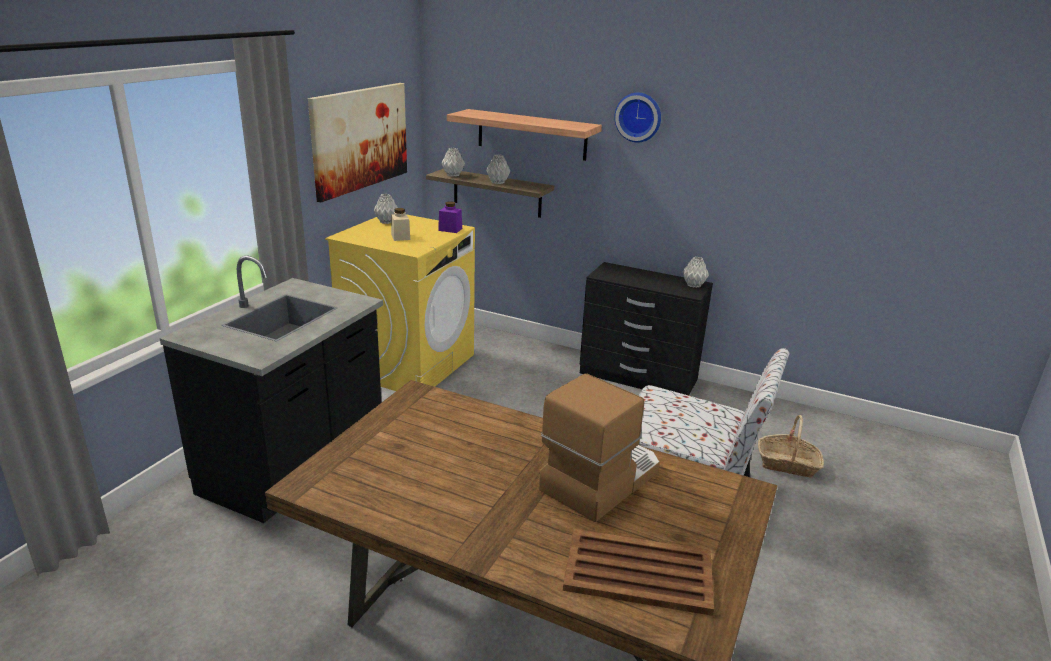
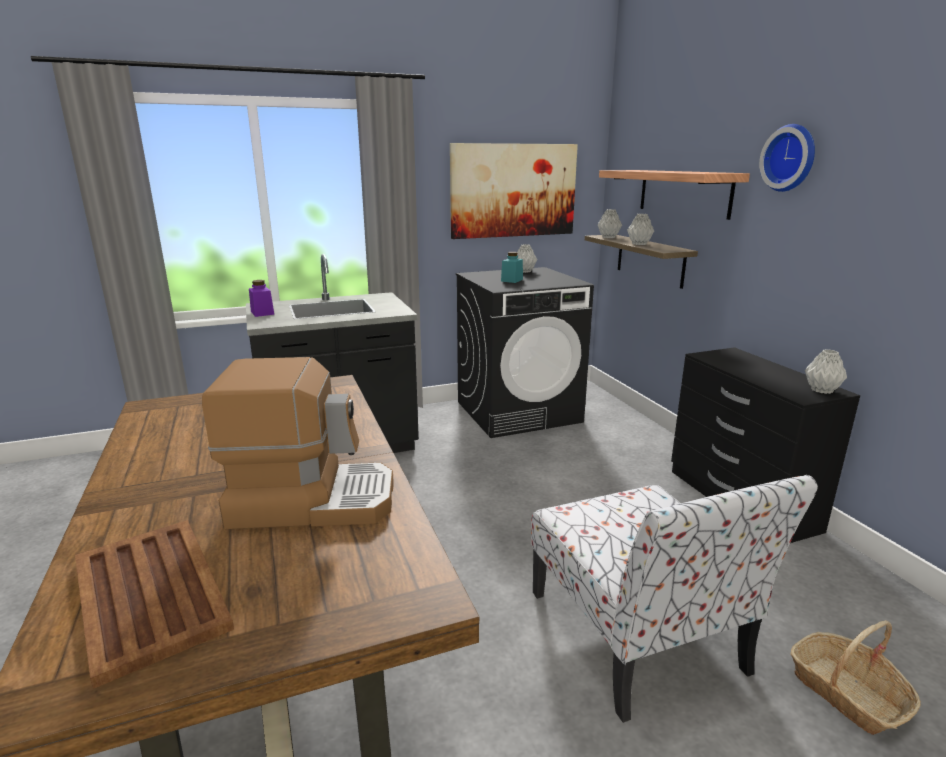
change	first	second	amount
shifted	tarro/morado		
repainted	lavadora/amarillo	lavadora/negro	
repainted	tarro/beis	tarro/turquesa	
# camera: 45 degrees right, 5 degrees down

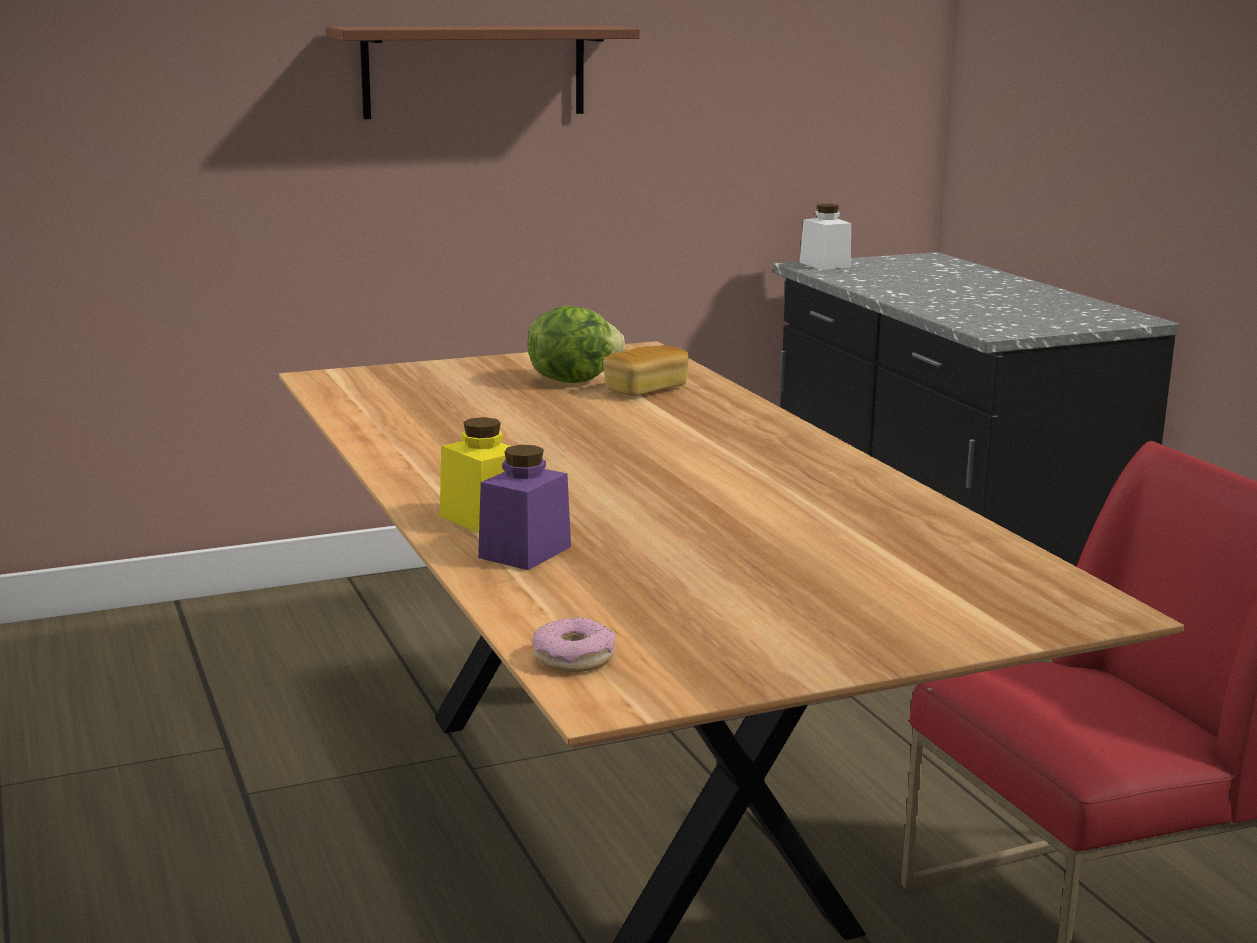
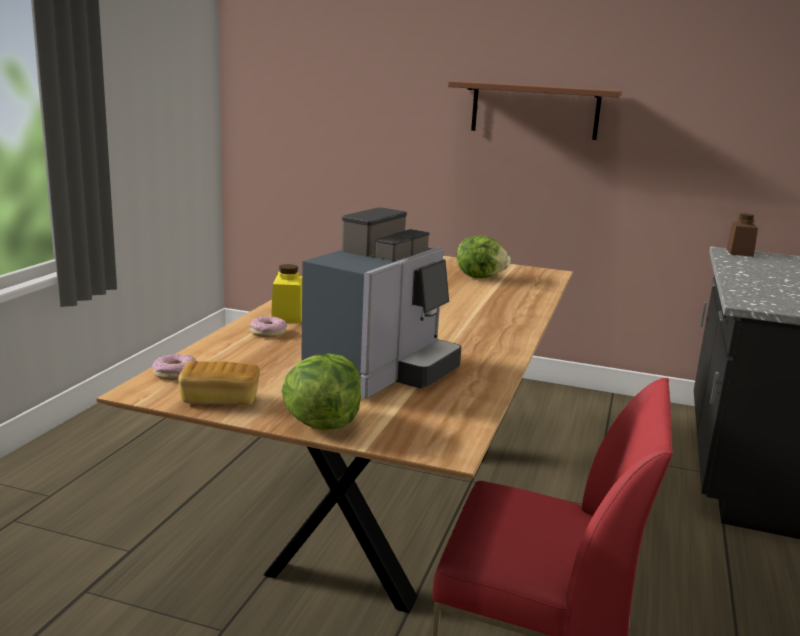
change	first	second	amount
shifted	pan		
swapped	tarro/morado	rosquilla (no. 2 from left)	
new		lechuga (no. 1 from left)	
new		cafetera	
repainted	tarro/blanco	tarro/marrón	
# camera: 40 degrees right, 0 degrees up

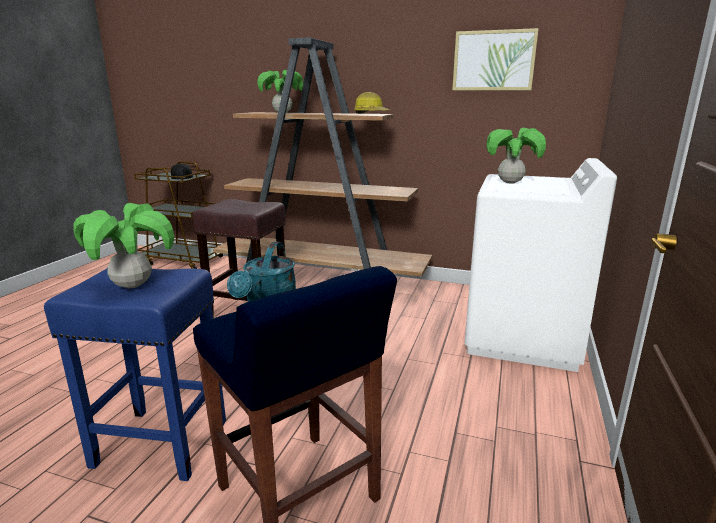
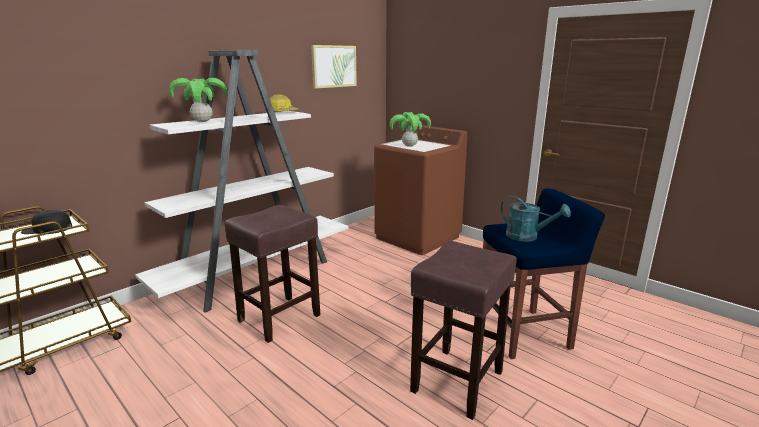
change	first	second	amount
repainted	estantería/marrón	estantería/blanco	
repainted	lavadora/blanco	lavadora/marrón	
repainted	taburete/azul (no. 1 from left)	taburete/marrón (no. 2 from left)	
gone	planta en maceta (no. 1 from left)		
# camera: 65 degrees left, 0 degrees up

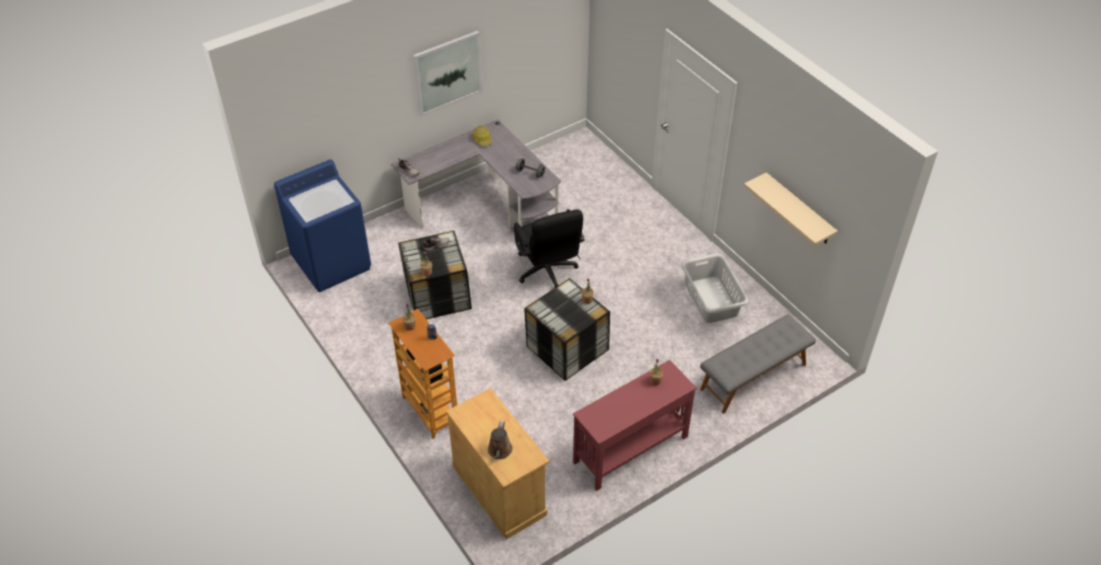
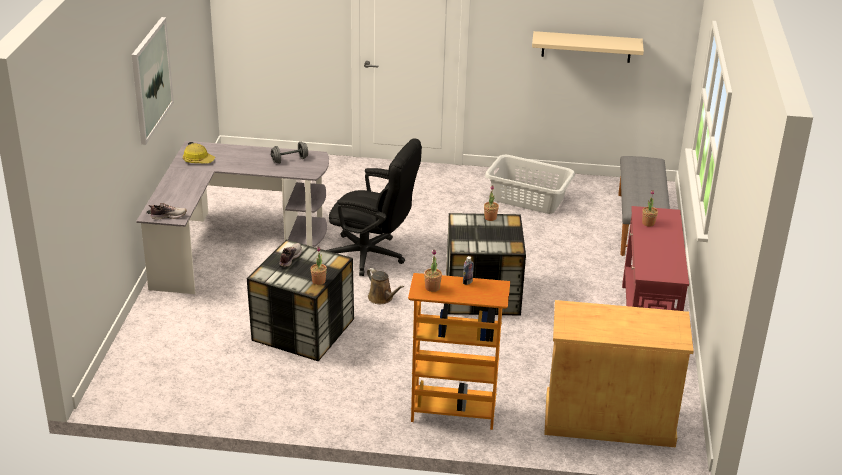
change	first	second	amount
shifted	regadera/marrón		
gone	lavadora/azul		
# camera: 50 degrees left, 15 degrees down

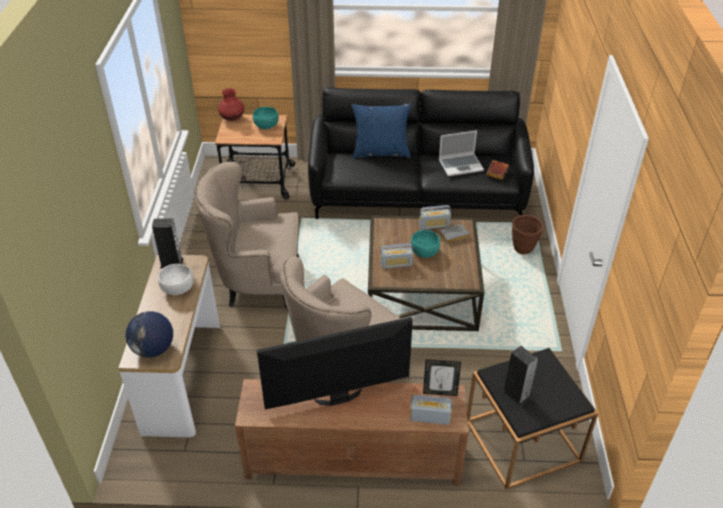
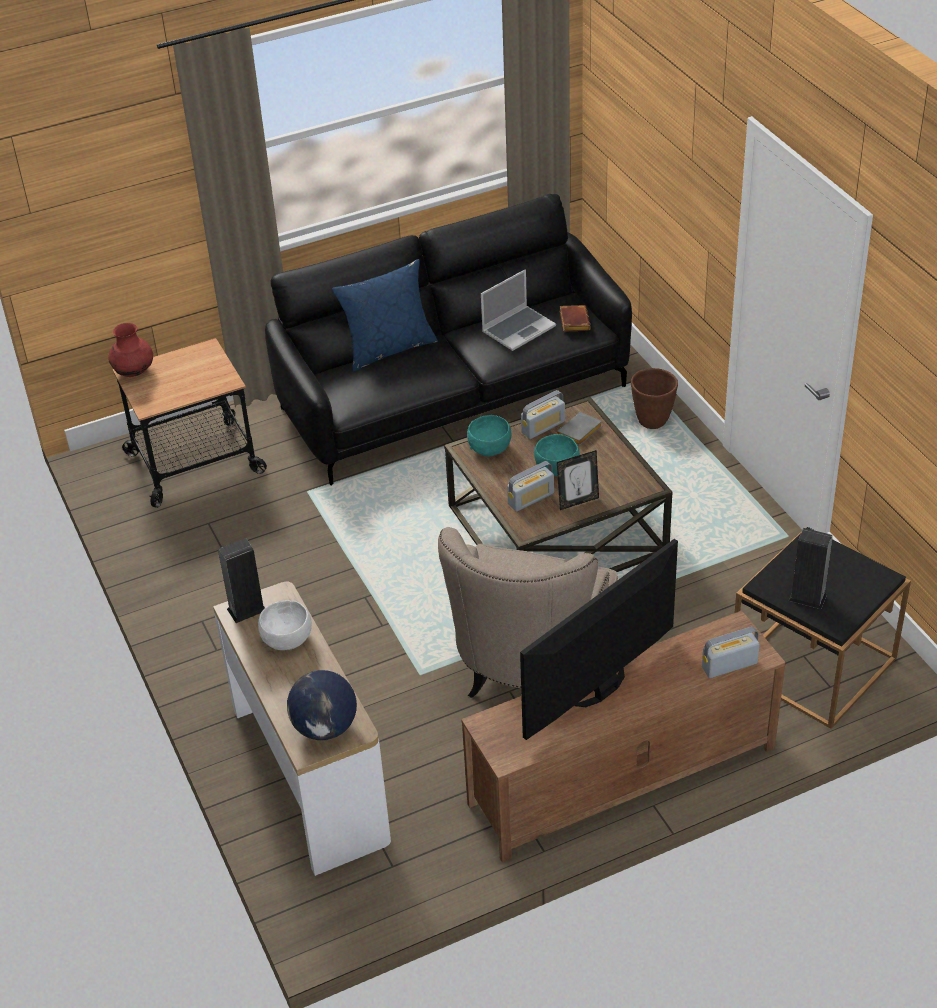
change	first	second	amount
shifted	cuenco/turquesa (no. 1 from left)		
shifted	portarretratos		
gone	sillón/beis (no. 1 from left)		
# camera: 25 degrees left, 0 degrees up

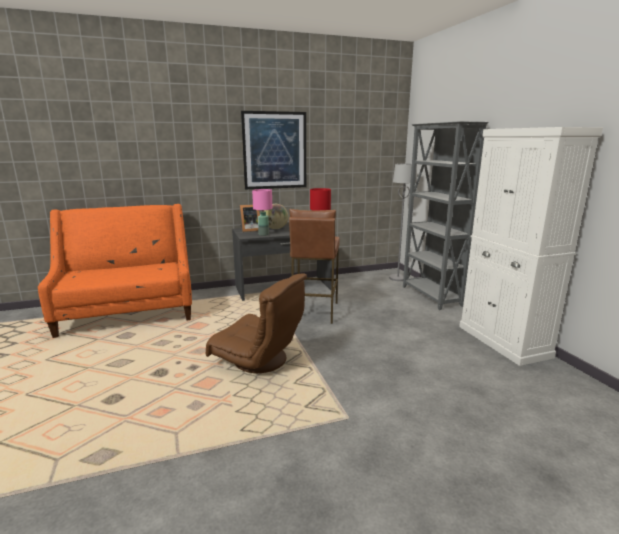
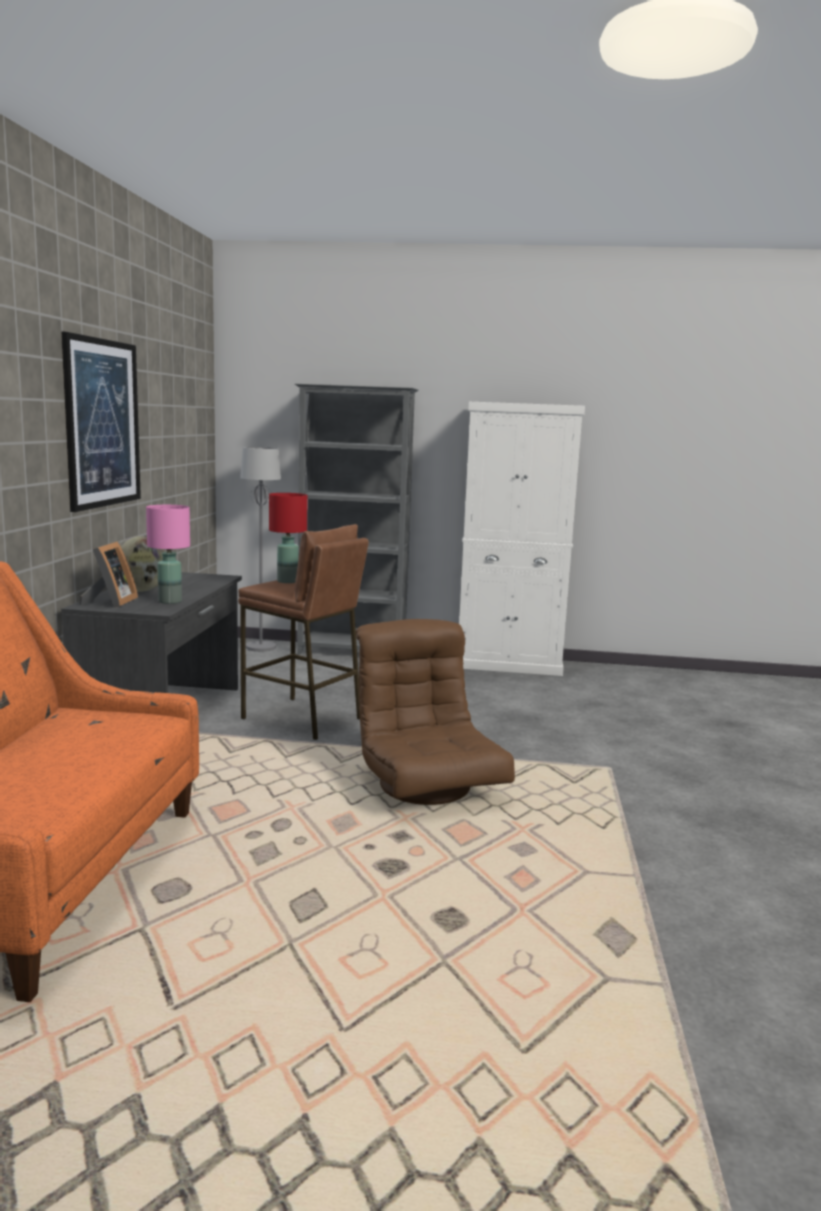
change	first	second	amount
rotated	sillón/marrón		75 degrees counterclockwise
# camera: 65 degrees left, 5 degrees down

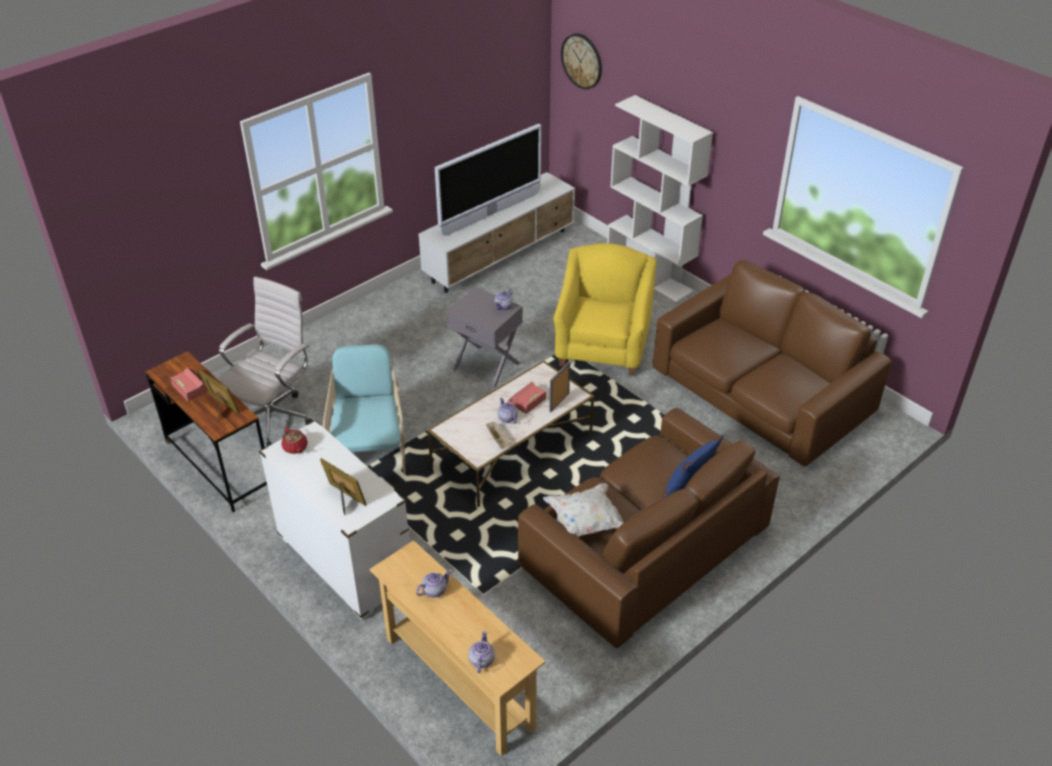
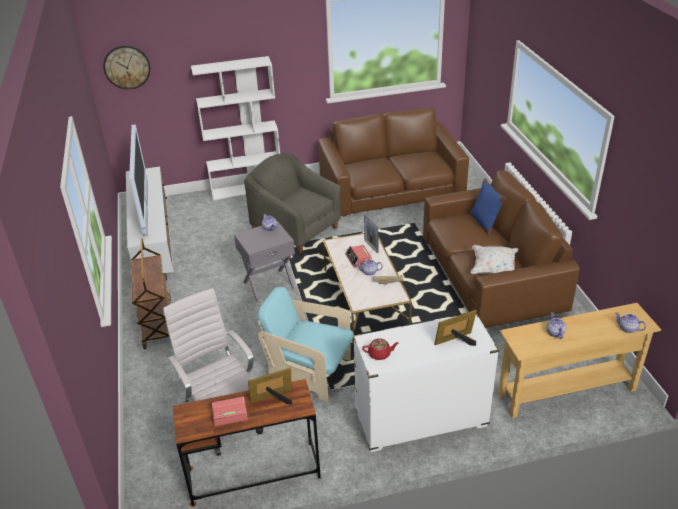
change	first	second	amount
new		carrito/marrón	
repainted	sillón/amarillo	sillón/gris	
# camera: 60 degrees left, 5 degrees down

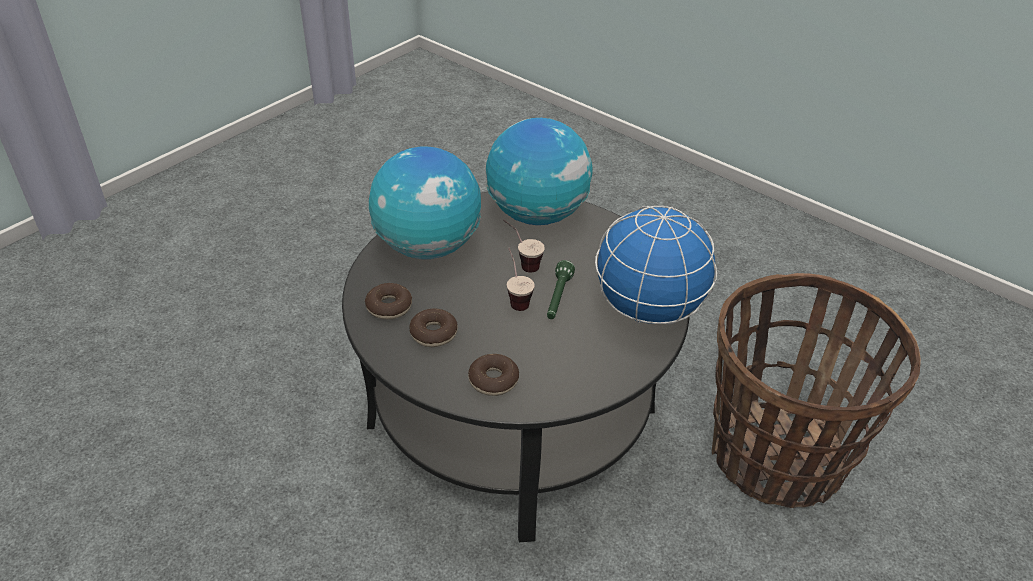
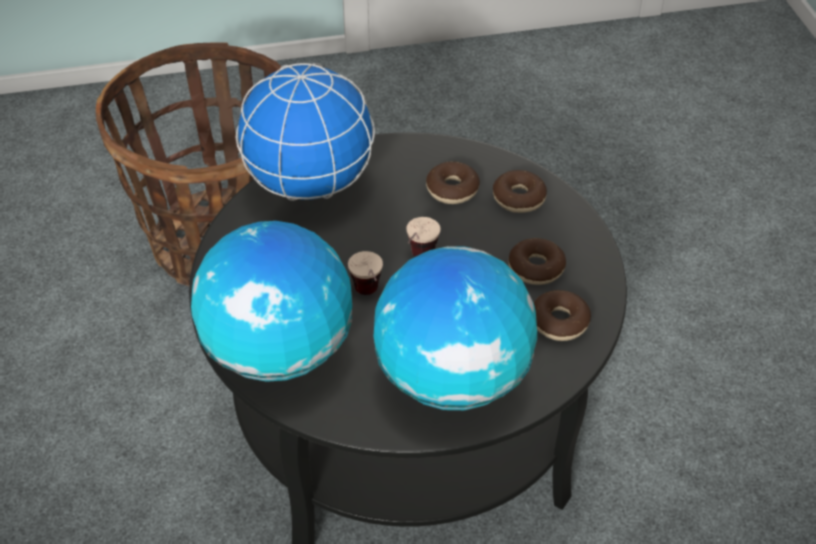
change	first	second	amount
new		rosquilla (no. 1 from left)	
gone	linterna/verde		
# camera: 140 degrees left, 5 degrees up

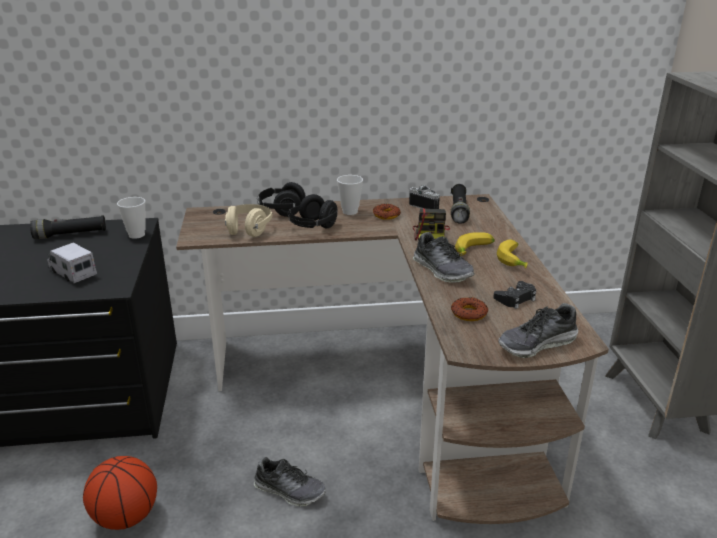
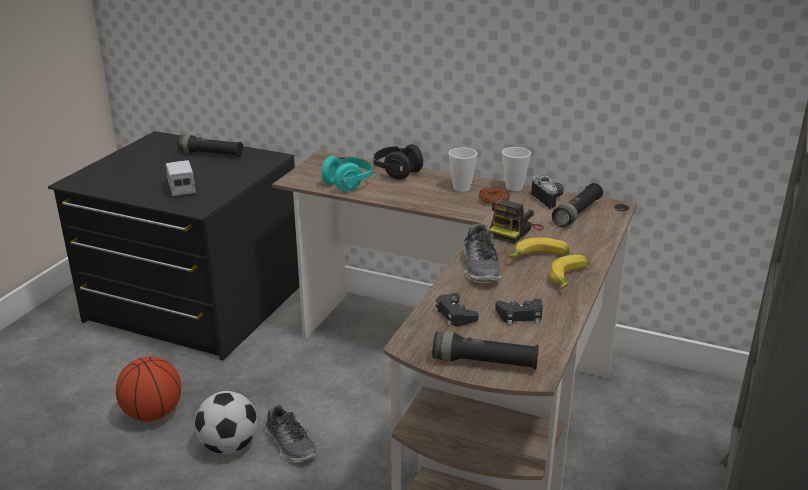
change	first	second	amount
new		balón de fútbol	
repainted	auriculares/beis	auriculares/turquesa	
swapped	zapato (no. 3 from left)	linterna/negro (no. 2 from left)	
swapped	rosquilla (no. 2 from left)	mando de consola/negro (no. 1 from left)	
shifted	taza (no. 1 from left in the first image)	taza (no. 2 from left)	
gone	auriculares/negro (no. 2 from left)		
# camera: 30 degrees right, 0 degrees up

